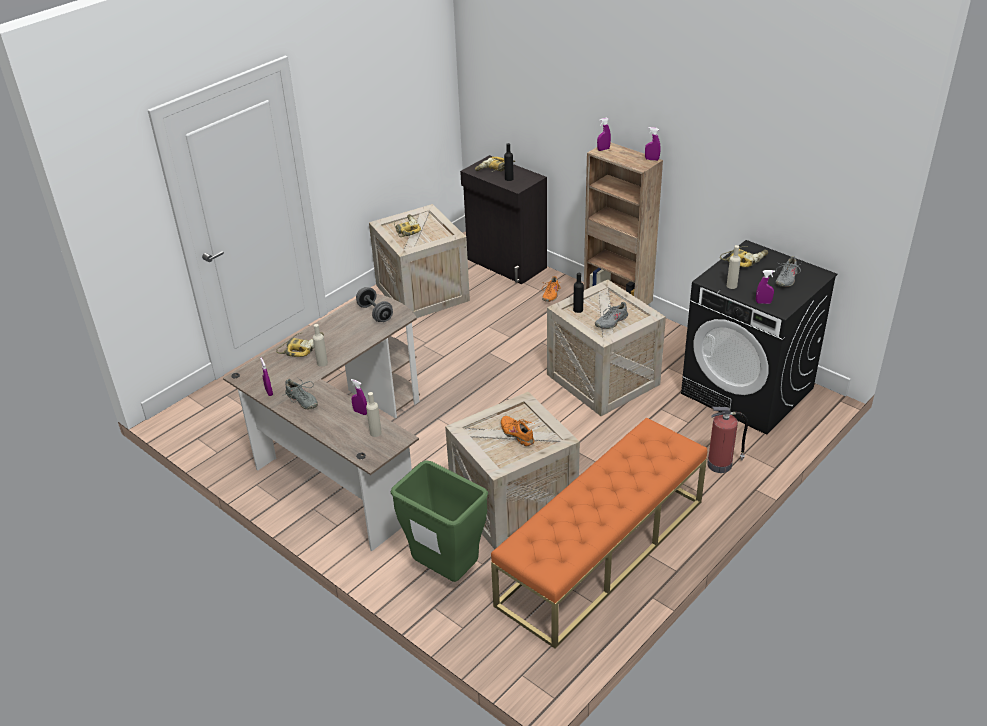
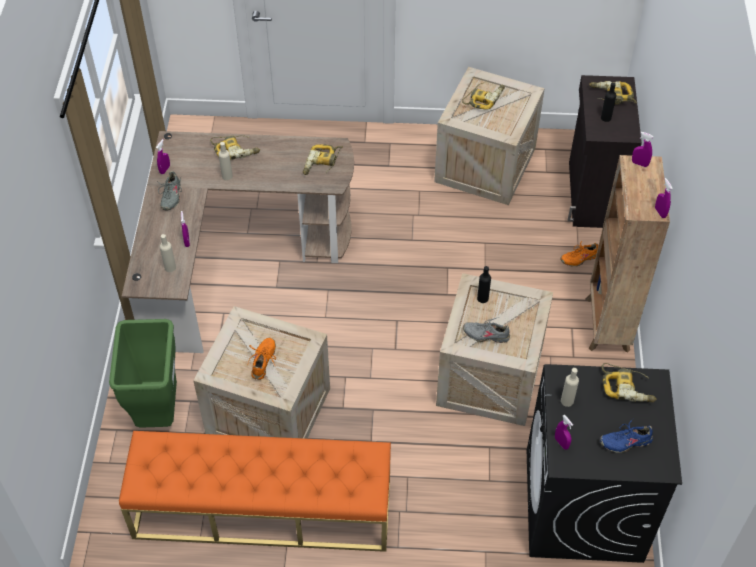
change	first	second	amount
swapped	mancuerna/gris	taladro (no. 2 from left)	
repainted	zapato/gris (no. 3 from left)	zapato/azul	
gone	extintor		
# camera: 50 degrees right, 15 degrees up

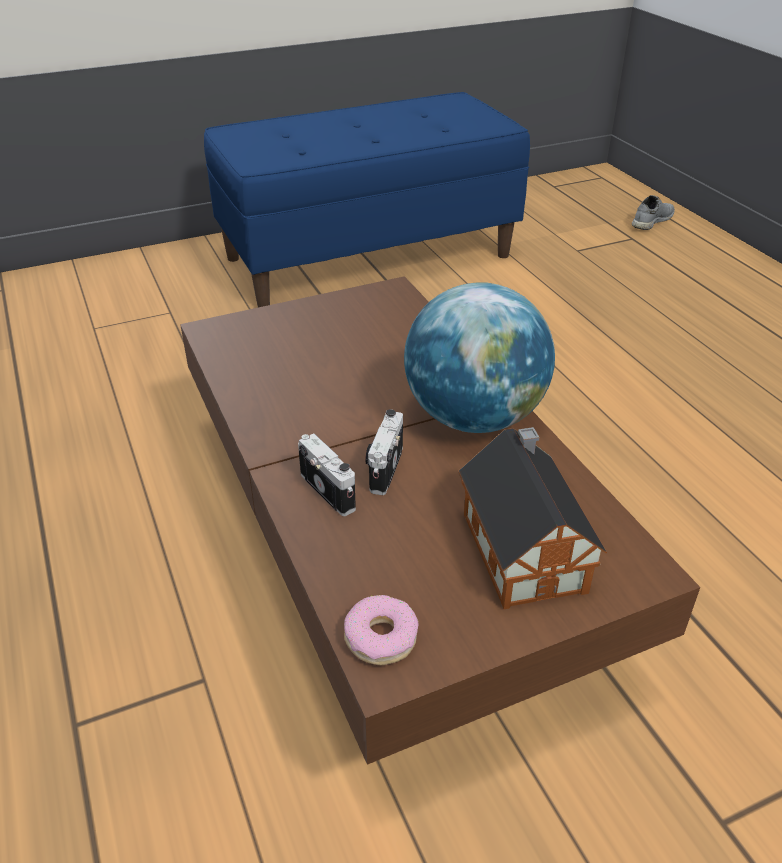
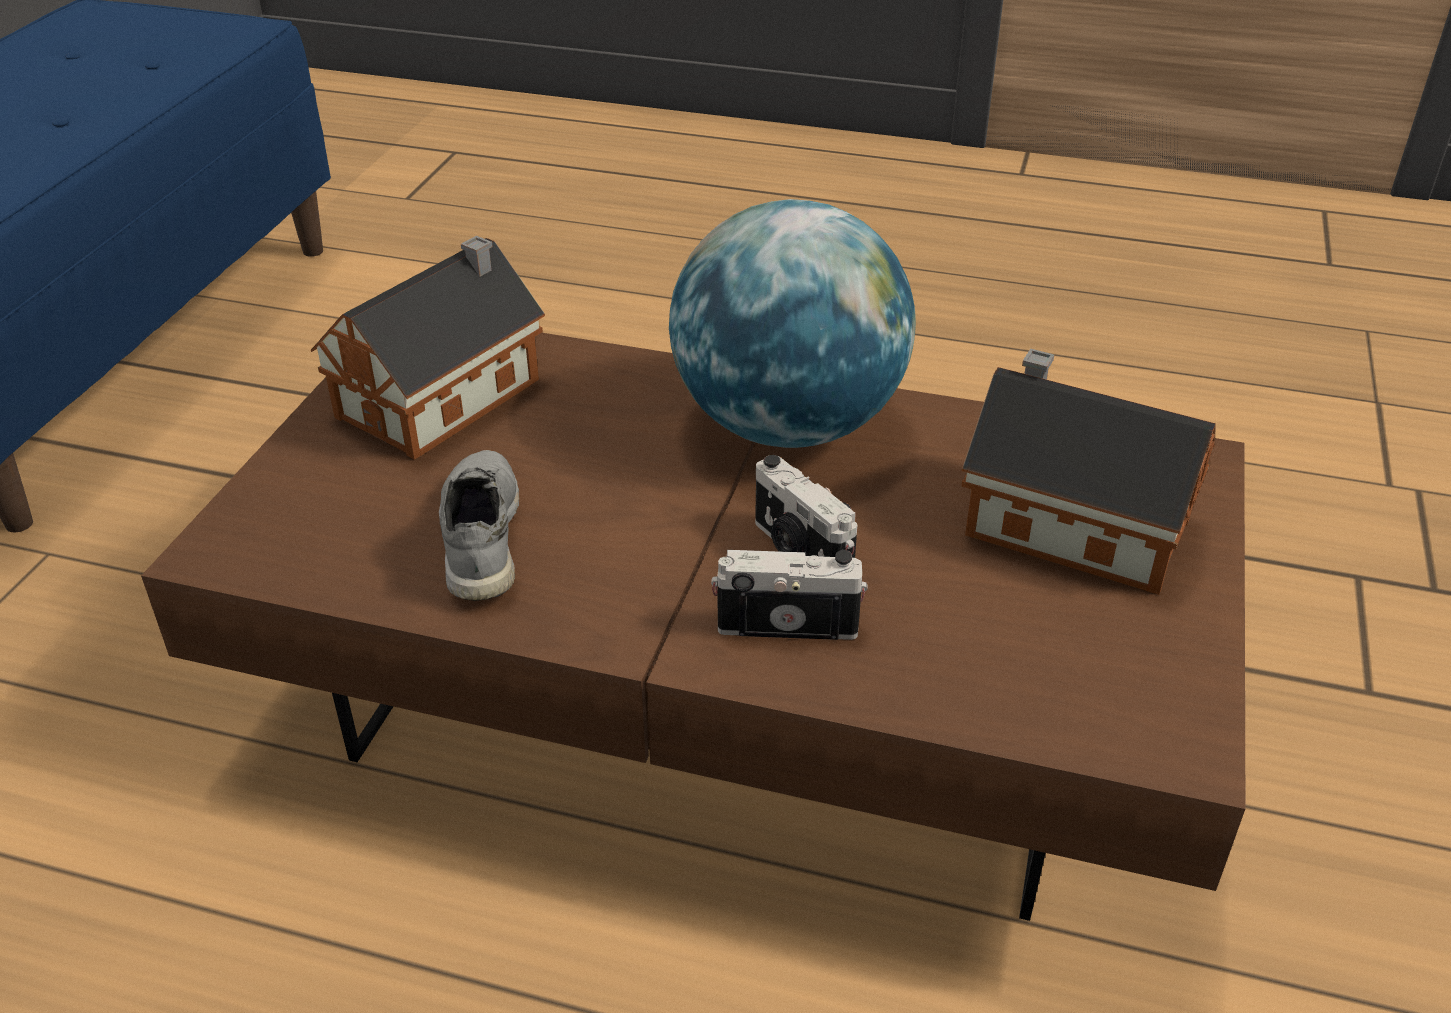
change	first	second	amount
new		casita (no. 1 from left)	
shifted	zapato/gris		
gone	rosquilla		
# camera: 50 degrees left, 0 degrees up

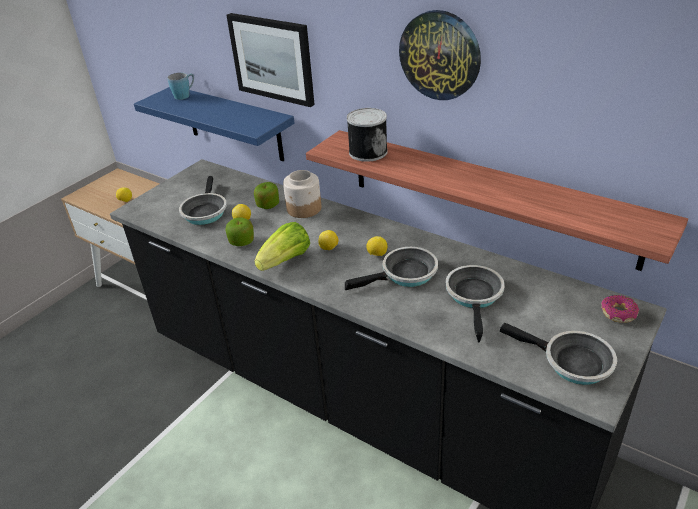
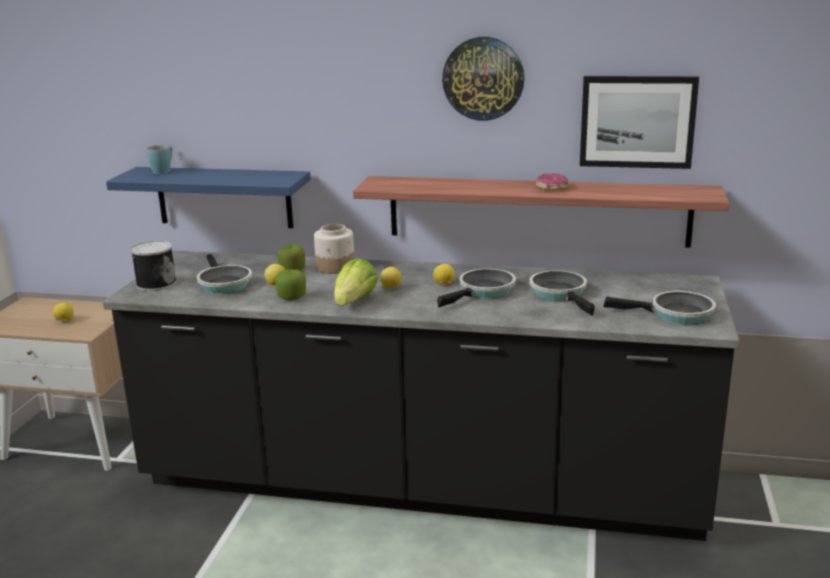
change	first	second	amount
shifted	lata		
shifted	rosquilla		
shifted	cuadro		
# camera: 25 degrees left, 15 degrees down

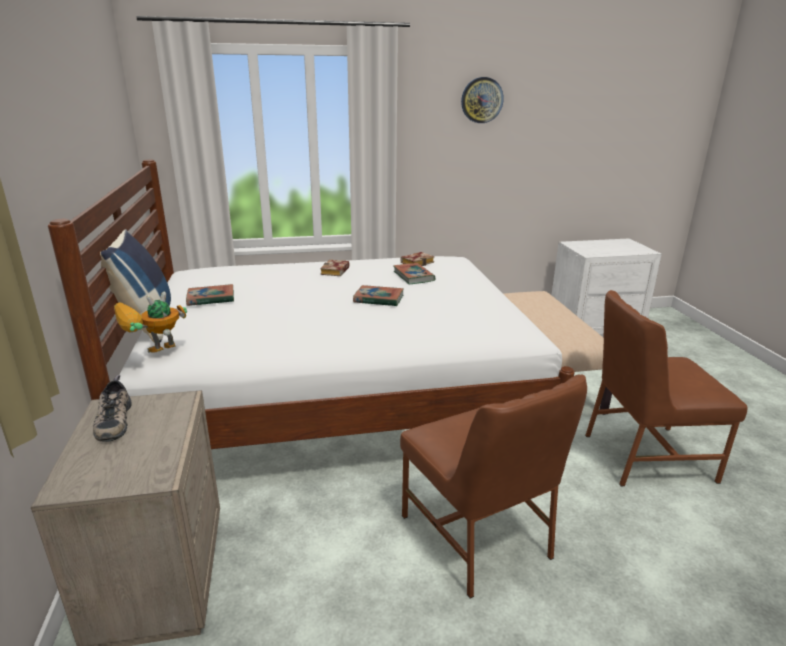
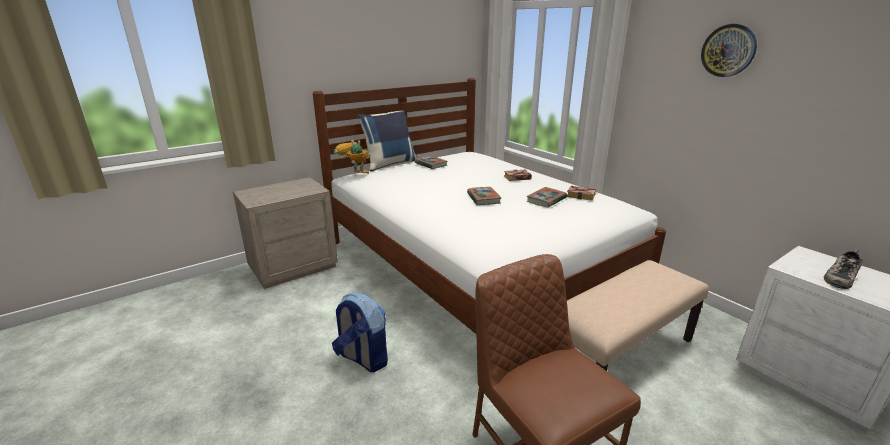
change	first	second	amount
swapped	silla/marrón (no. 1 from left)	mochila	
shifted	zapato		
# camera: 65 degrees right, 0 degrees up

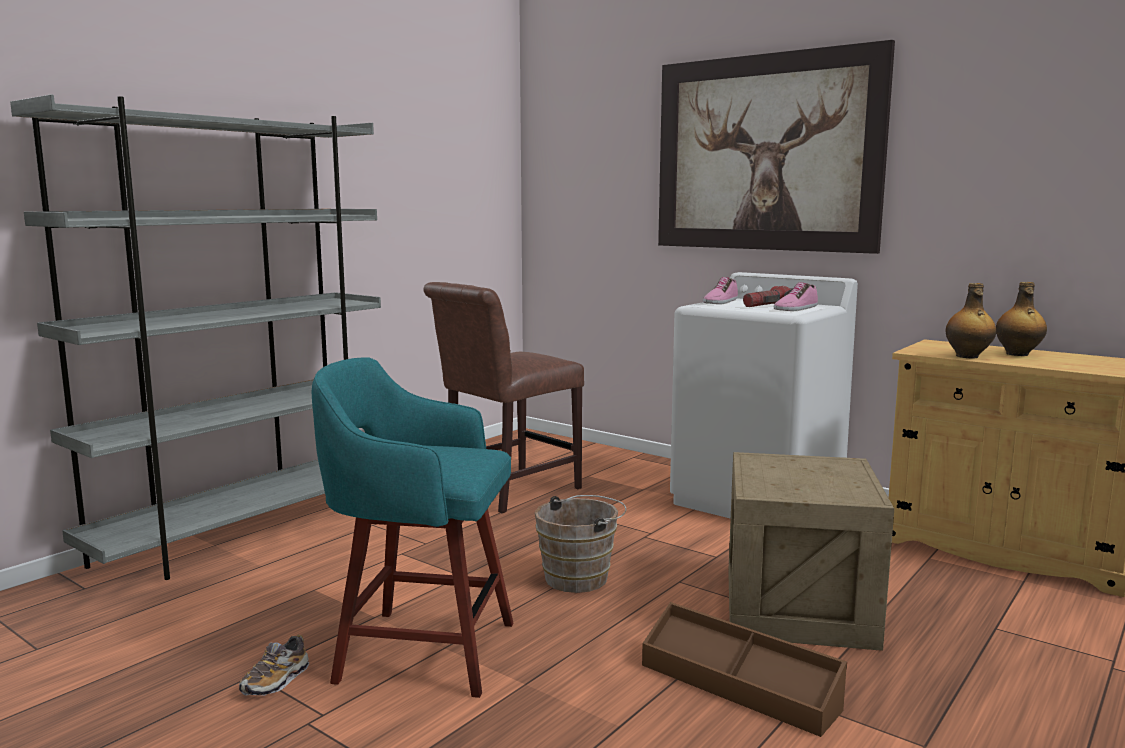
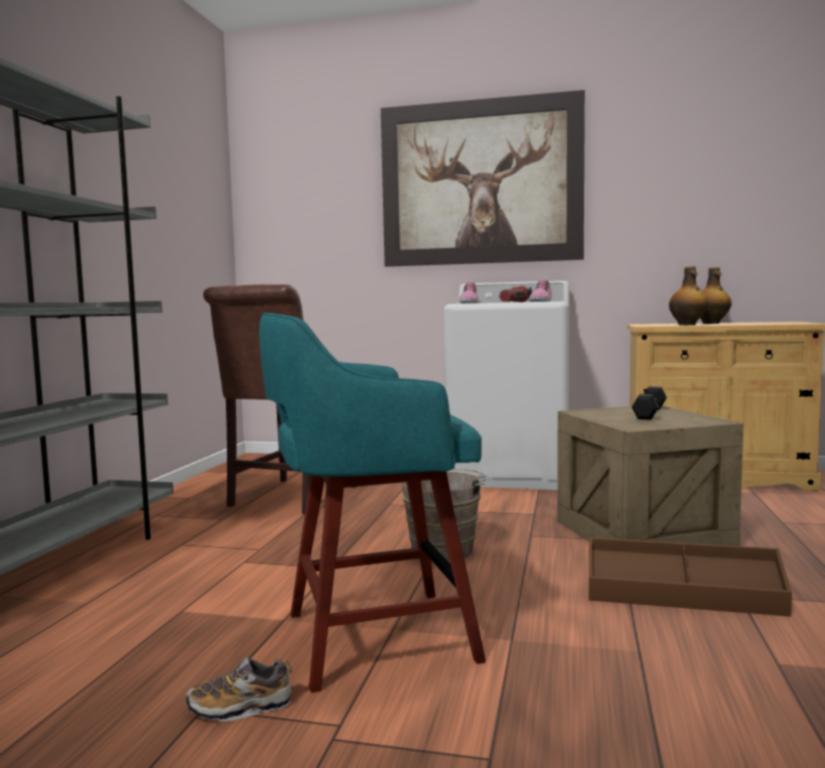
change	first	second	amount
rotated	zapato (no. 1 from left)		75 degrees clockwise
new		mancuerna/negro	
# camera: 25 degrees left, 5 degrees down

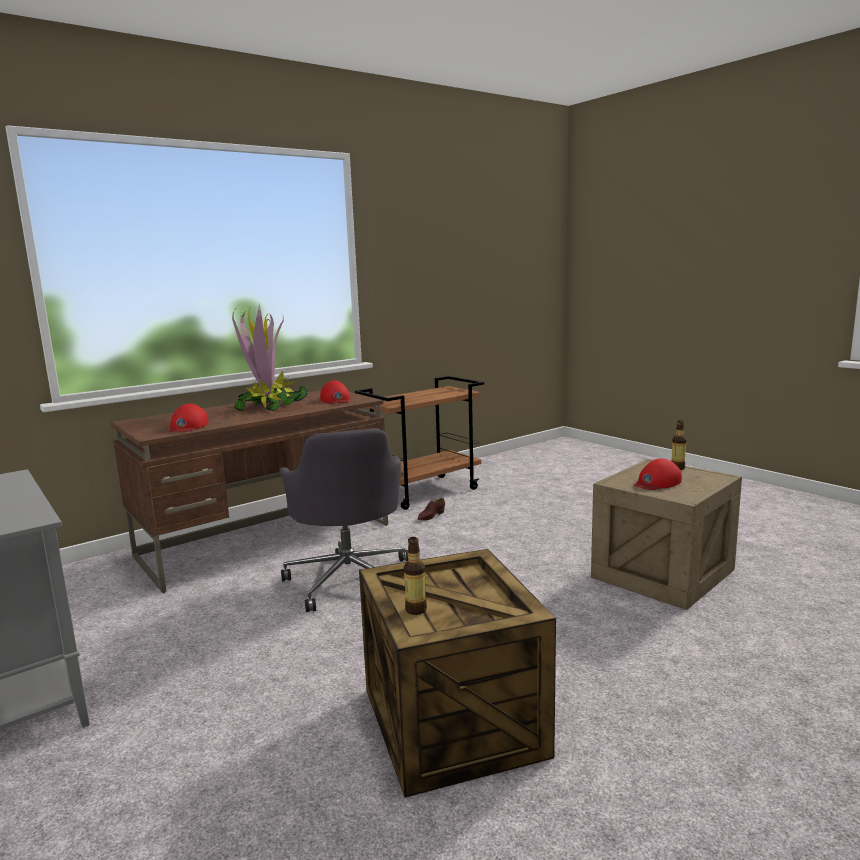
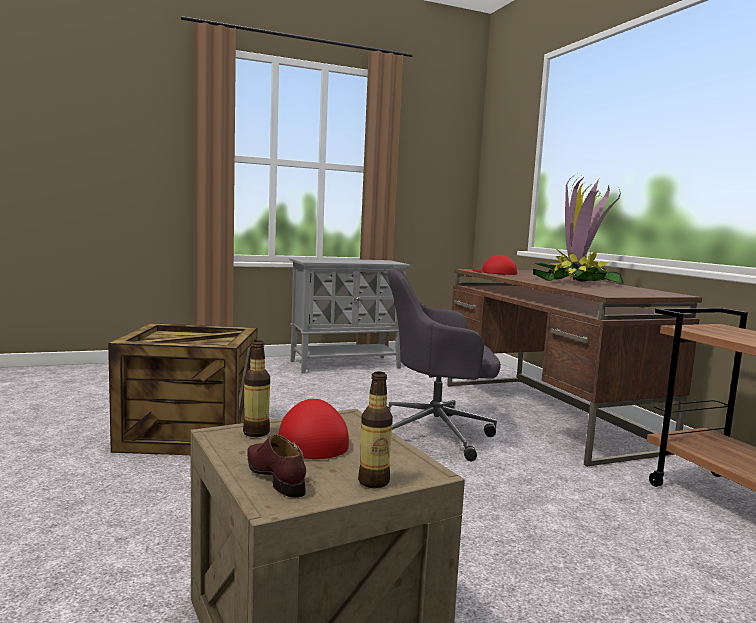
change	first	second	amount
shifted	botella (no. 1 from left)		
shifted	zapato/marrón		
gone	gorra/rojo (no. 2 from left)		
# camera: 105 degrees right, 5 degrees down

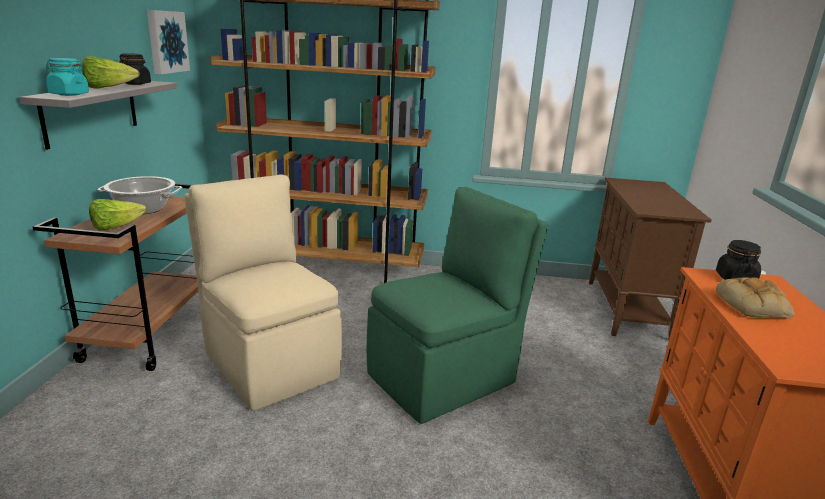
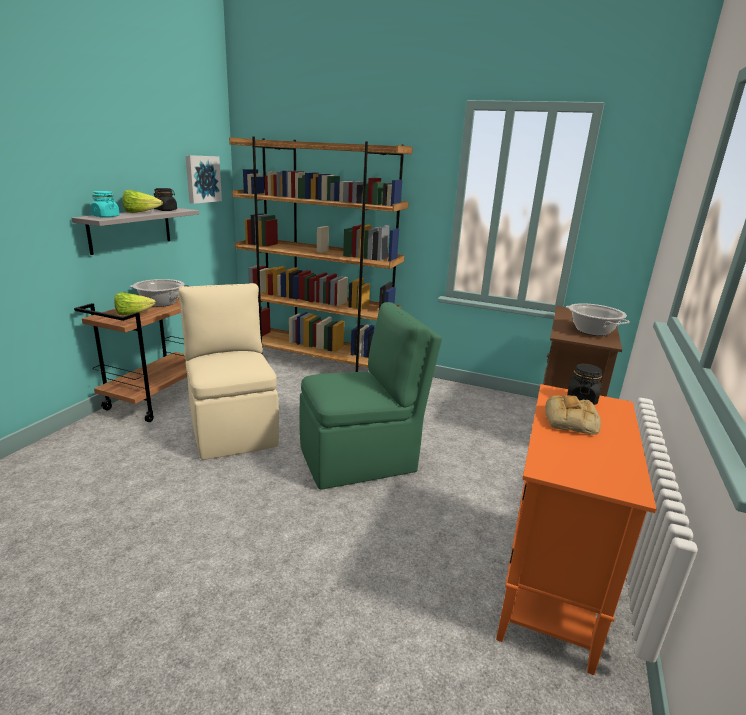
change	first	second	amount
new		olla (no. 2 from left)	
# camera: 15 degrees right, 0 degrees up

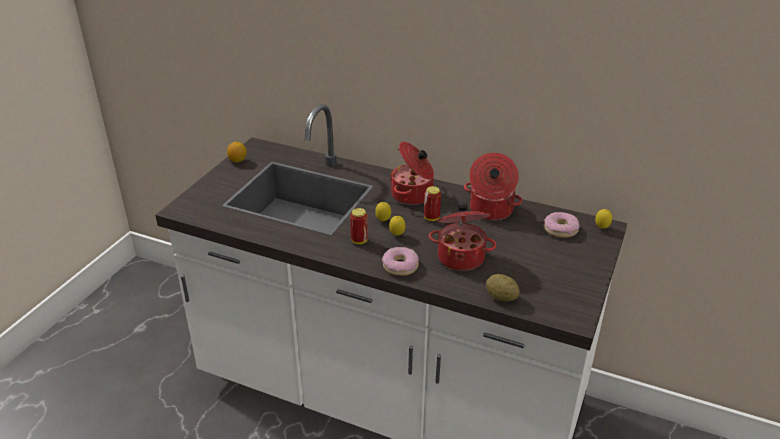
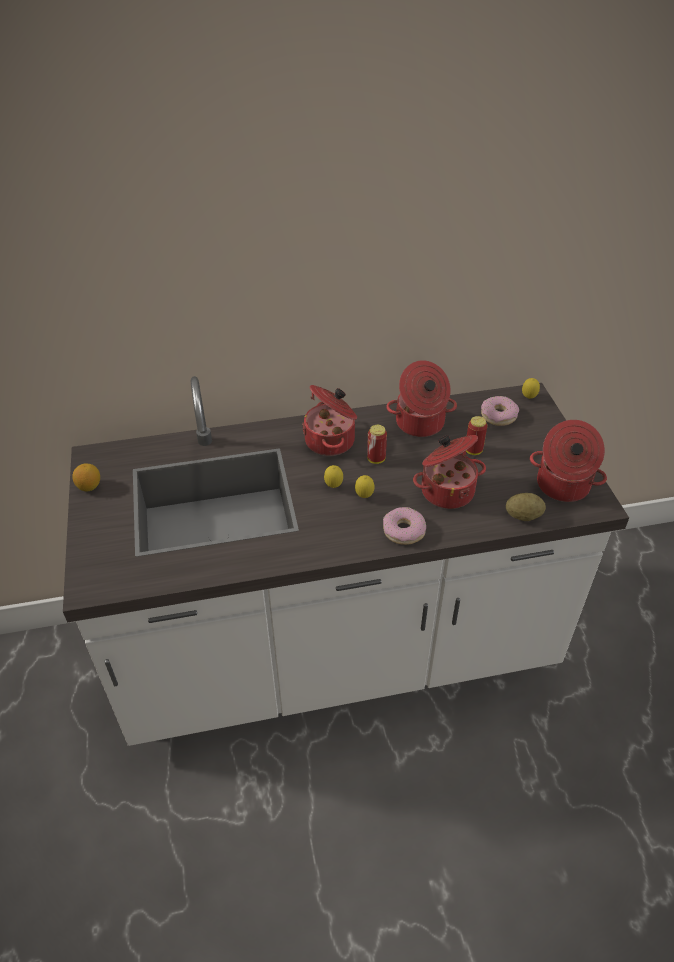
change	first	second	amount
shifted	lata (no. 1 from left in the first image)	lata (no. 2 from left)	
new		olla (no. 4 from left)	
# camera: 35 degrees left, 10 degrees up

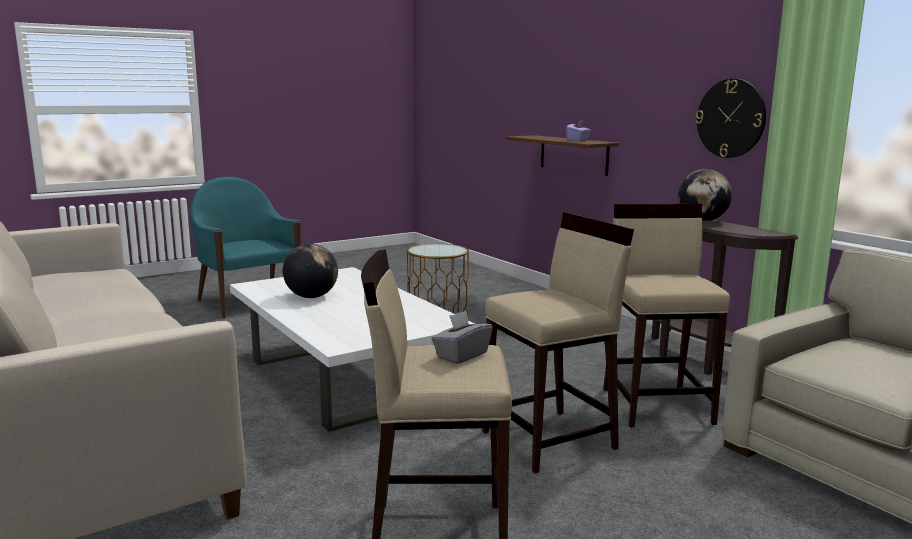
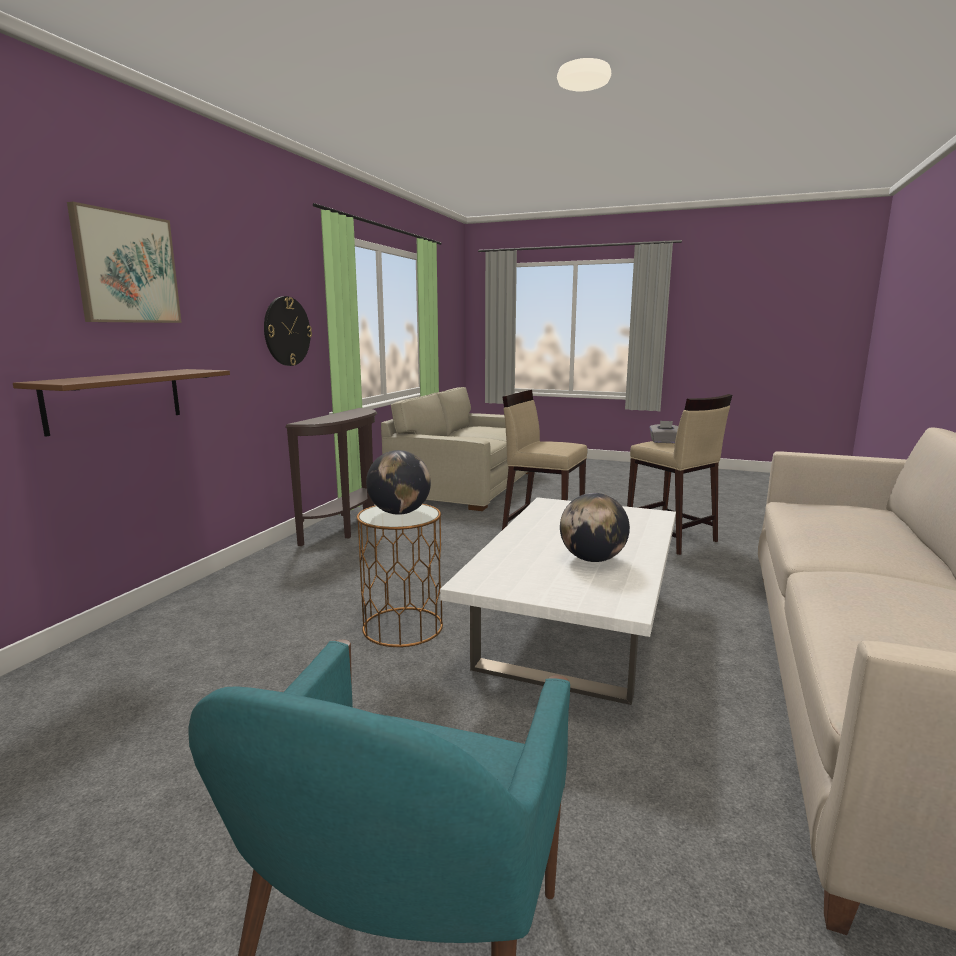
change	first	second	amount
new		cuadro	
shifted	globo terráqueo (no. 2 from left in the first image)	globo terráqueo (no. 1 from left)	
gone	caja de pañuelos/morado		
gone	taburete/beis (no. 3 from left)		
# camera: 125 degrees left, 0 degrees up

